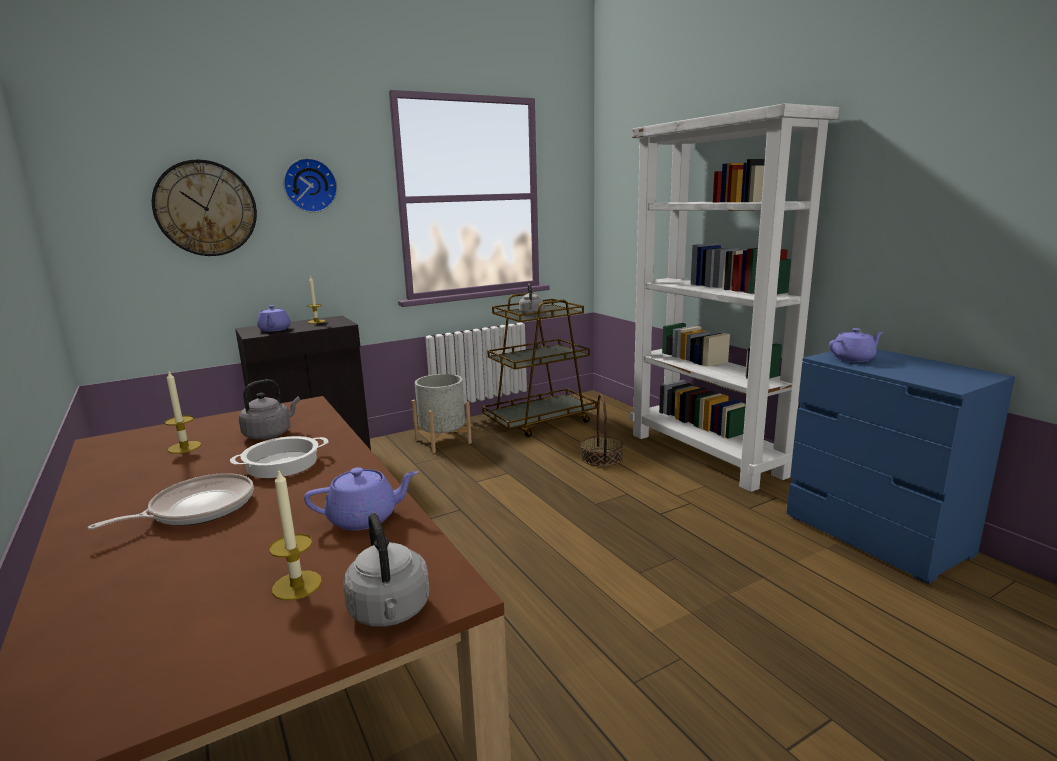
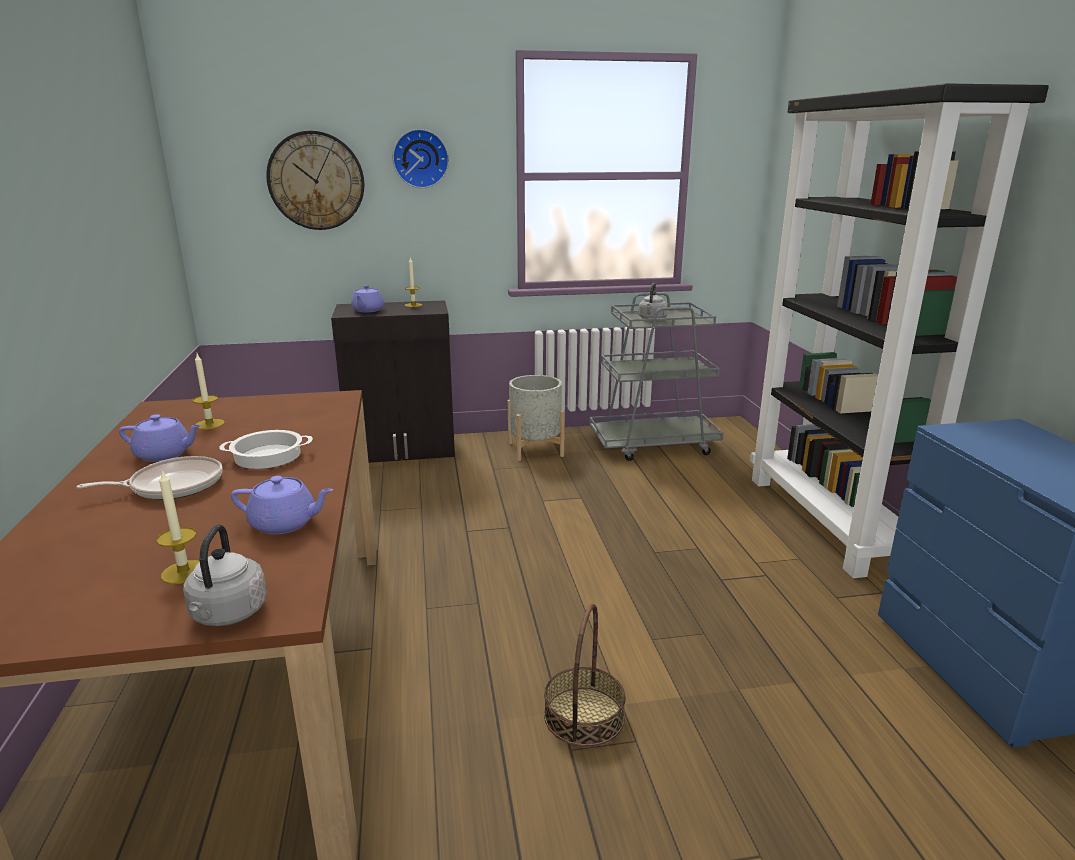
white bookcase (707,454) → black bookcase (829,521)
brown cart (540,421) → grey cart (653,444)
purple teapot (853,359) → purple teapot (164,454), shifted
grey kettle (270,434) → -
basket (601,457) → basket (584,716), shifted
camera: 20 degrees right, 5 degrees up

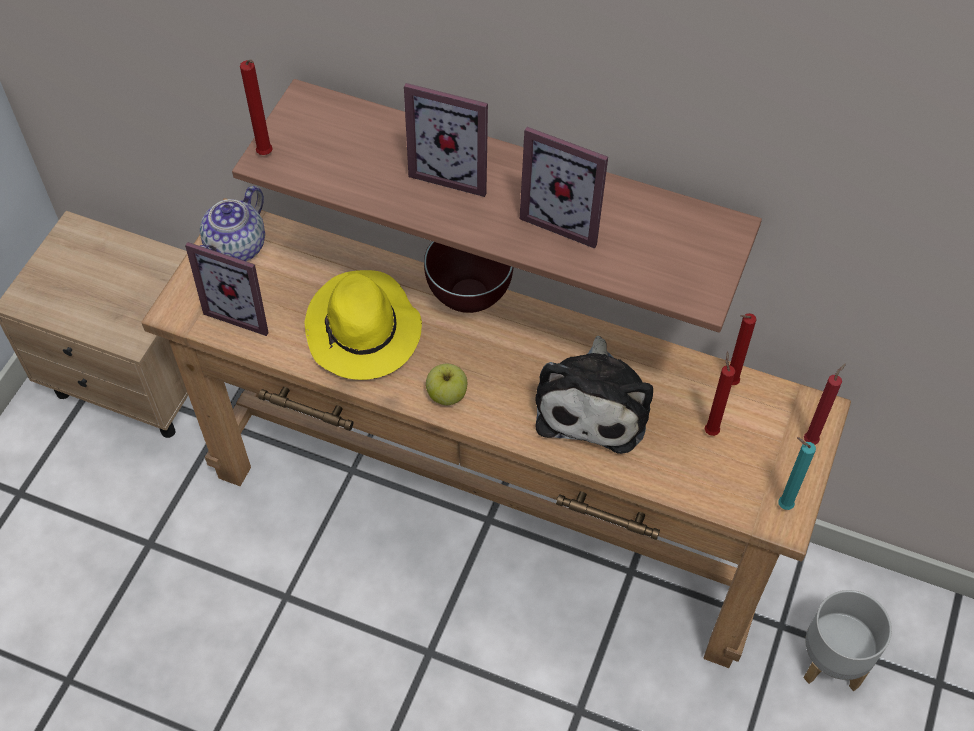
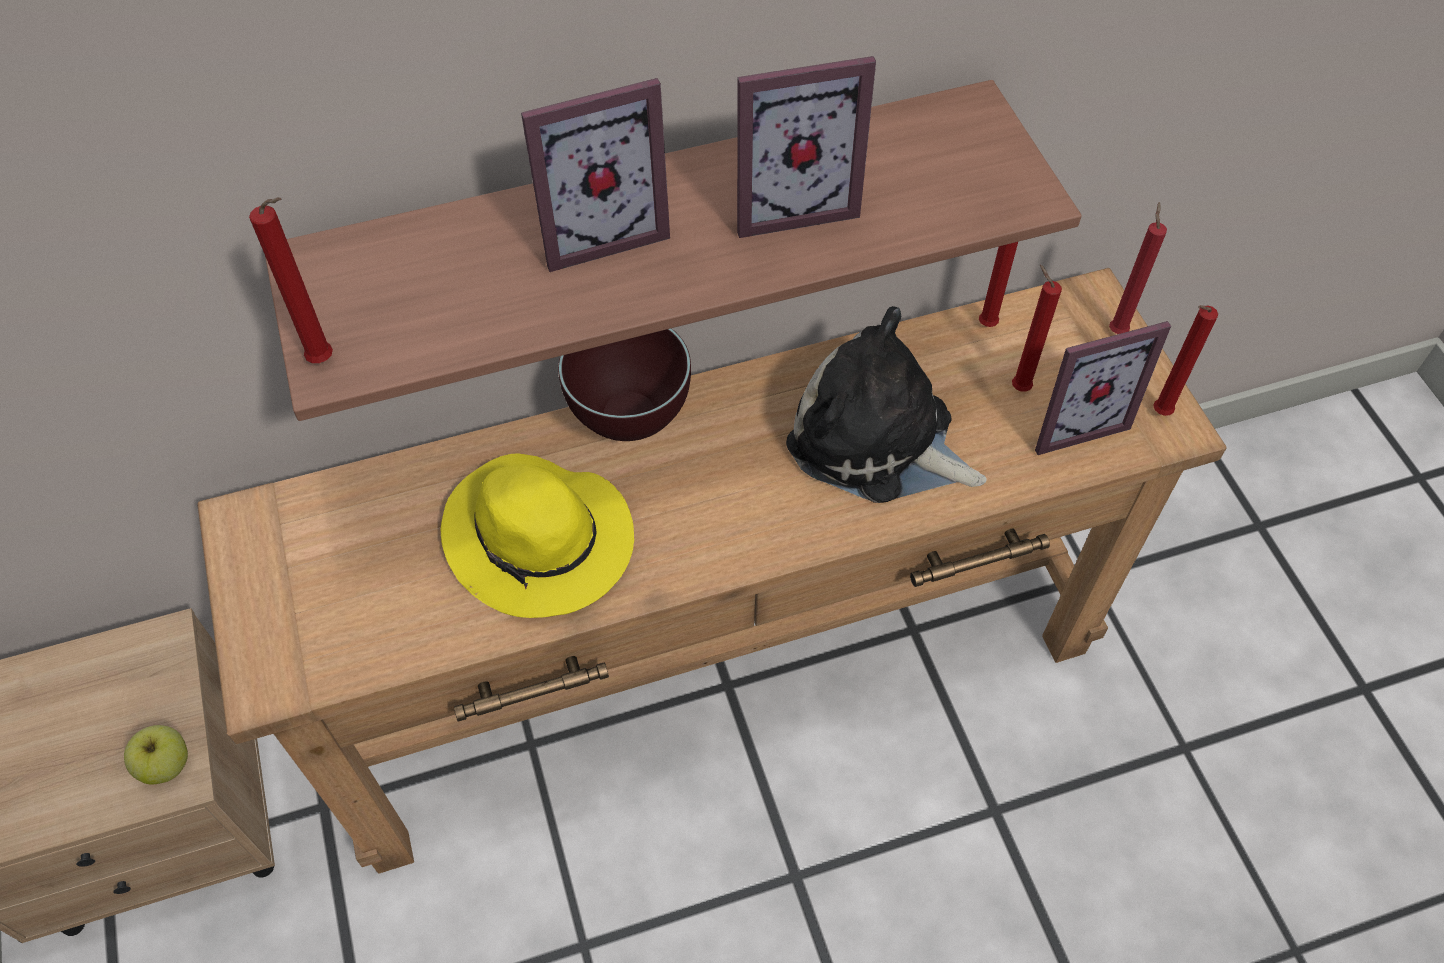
teapot (237,247) → -
picture frame (244,309) → picture frame (1070,419), shifted
plush toy (594,403) → plush toy (878,441), 150 degrees clockwise
apple (447,394) → apple (166,764), shifted
turquoise candle (782,505) → red candle (1158,413)
grey planter (833,661) → -
camera: 40 degrees left, 0 degrees up

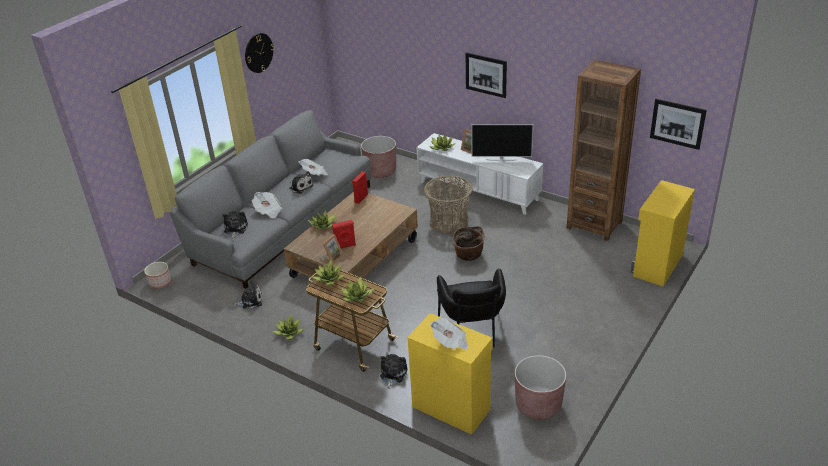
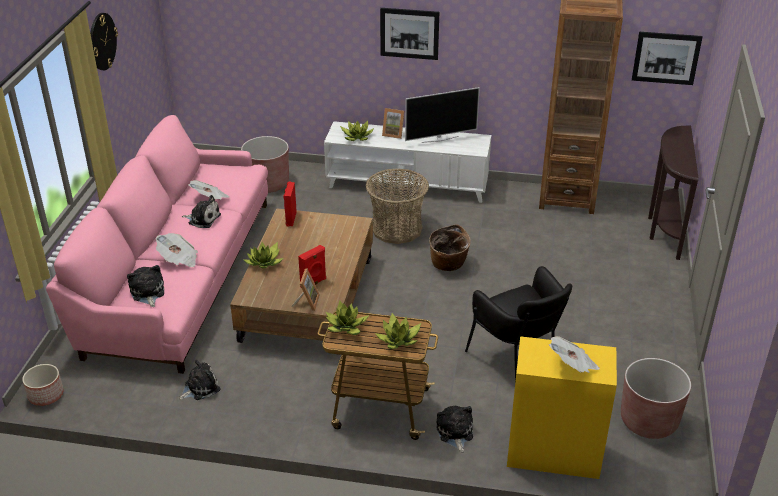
grey sofa (284,222) → pink sofa (179,274)
yellow cabinet (657,265) → brown console table (663,230)
potted plant (289,333) → -
camera: 25 degrees left, 0 degrees up

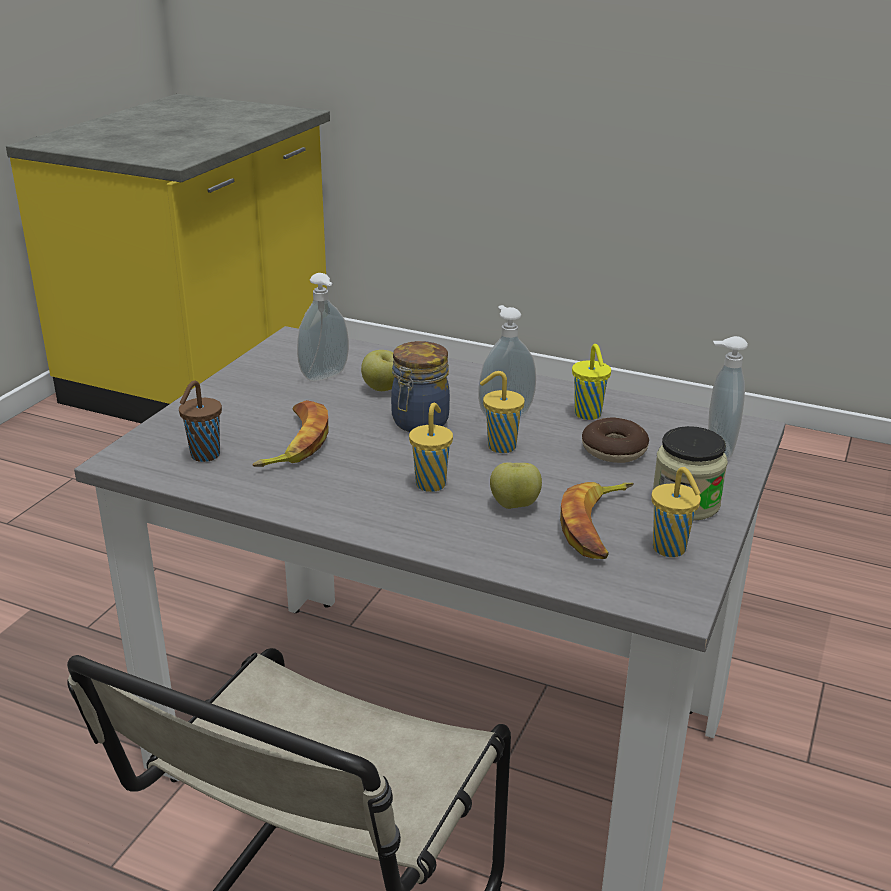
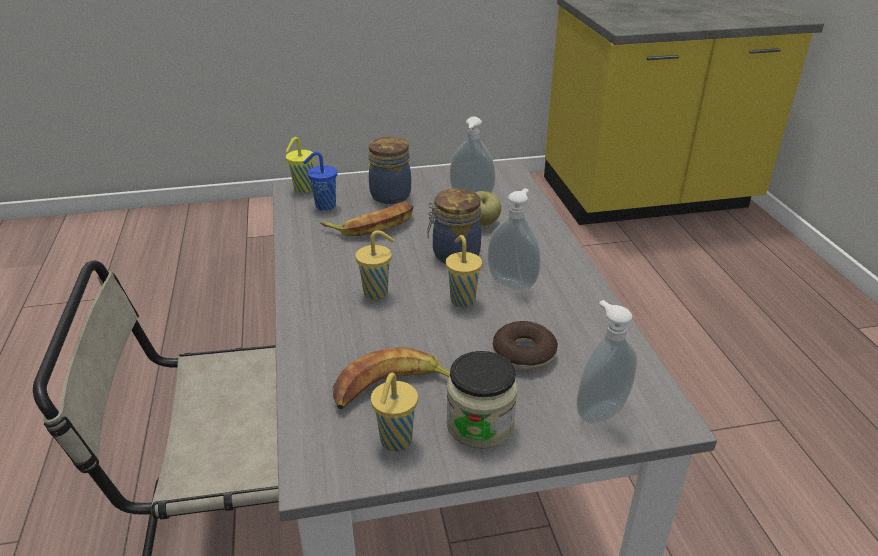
yellow cup (588,415) → yellow cup (303,189), shifted
brown cup (204,456) → blue cup (324,206)
apple (514,505) → -
- → jar (390,195)
camera: 55 degrees right, 5 degrees up

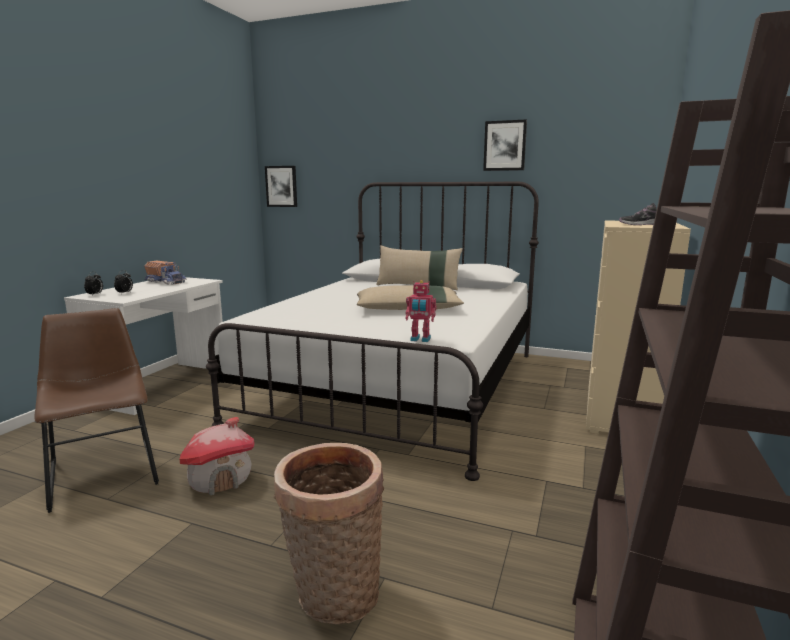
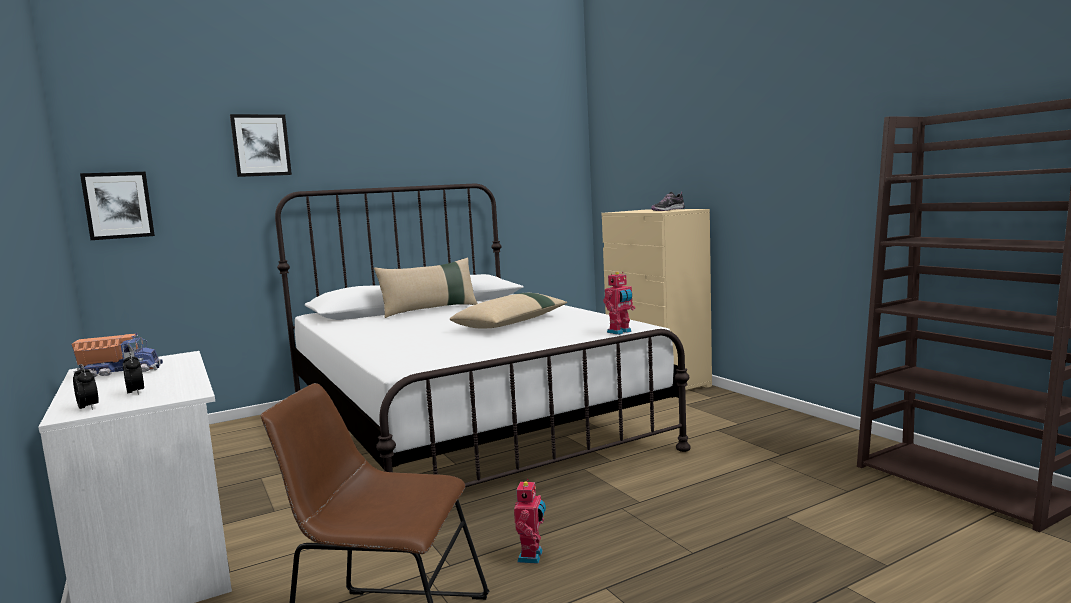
picture (505,145) → picture (261,145), shifted
toy house (220,479) → toy robot (532,556)
basket (333,595) → -
camera: 50 degrees left, 5 degrees down

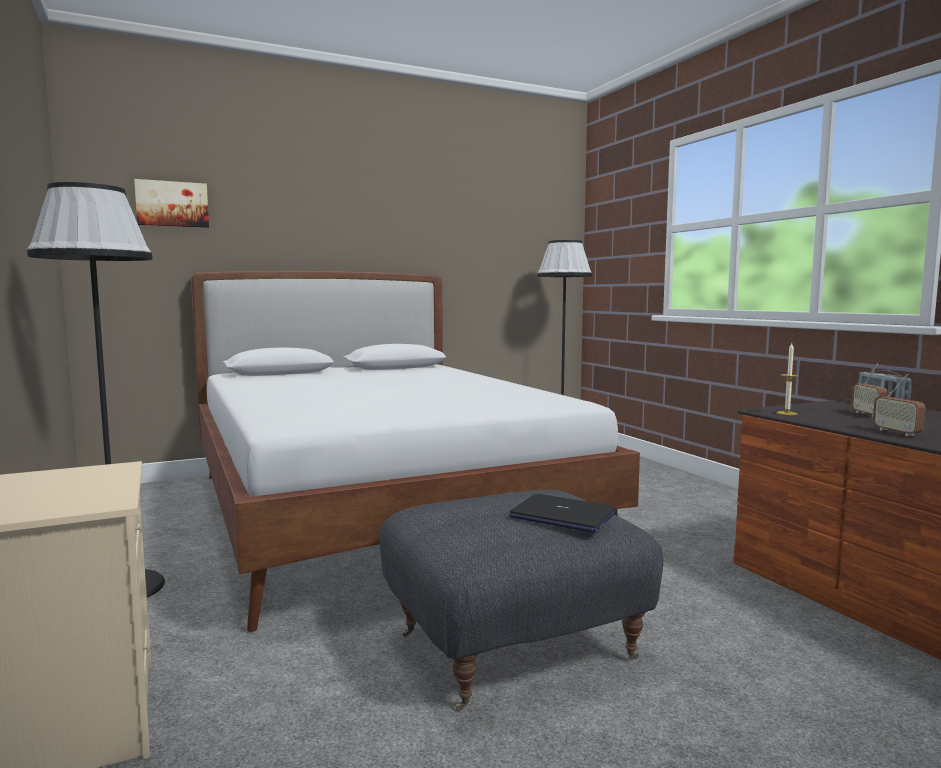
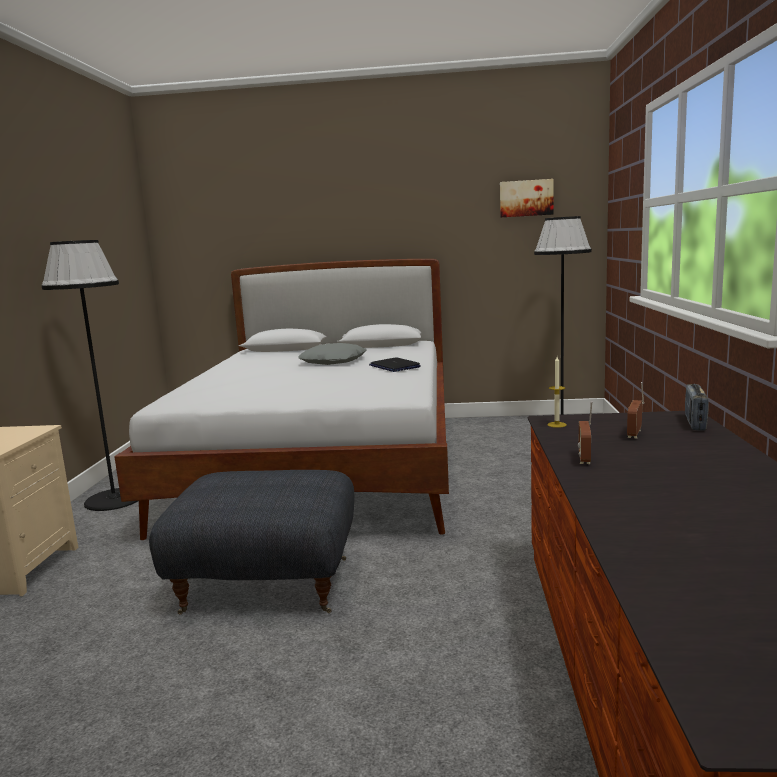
picture (172,204) → picture (526,198), shifted
laptop (561,516) → laptop (394,366), shifted
- → grey pillow (334,362)
camera: 30 degrees right, 5 degrees up

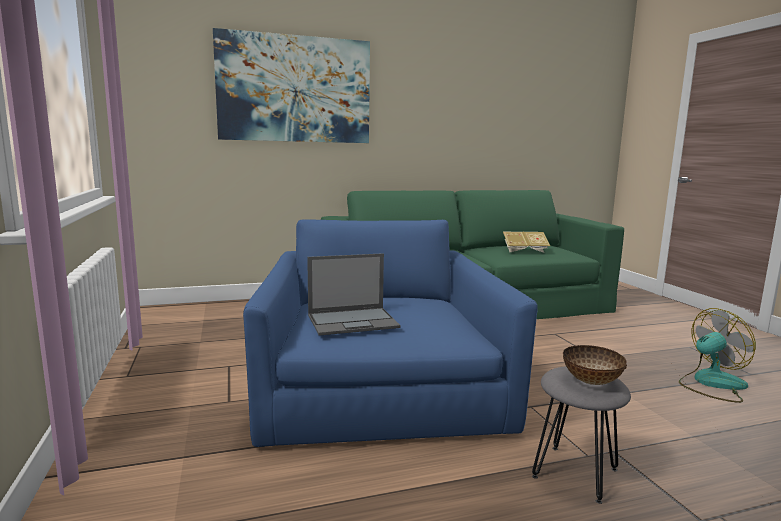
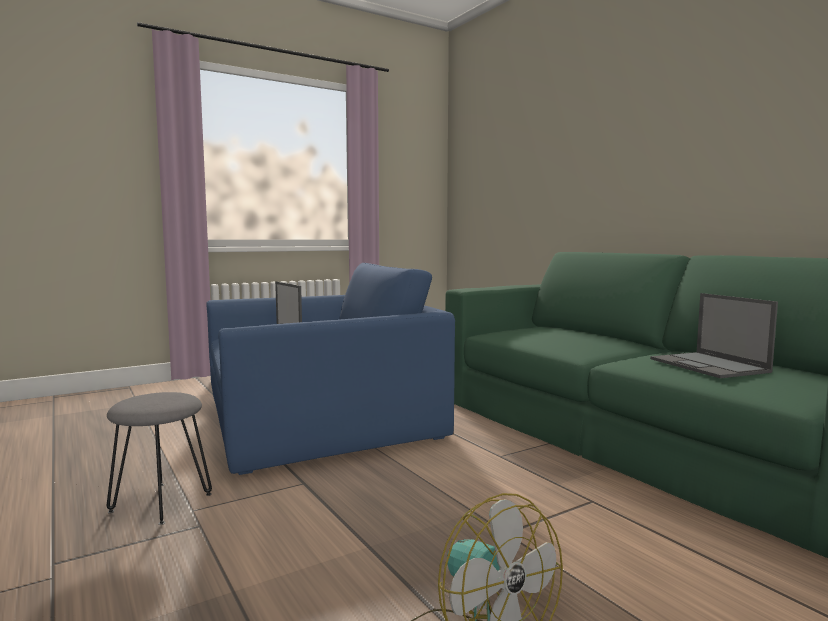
picture (295,89) → -
book (524,251) → laptop (709,366)
bowl (590,382) → -
camera: 75 degrees right, 5 degrees down

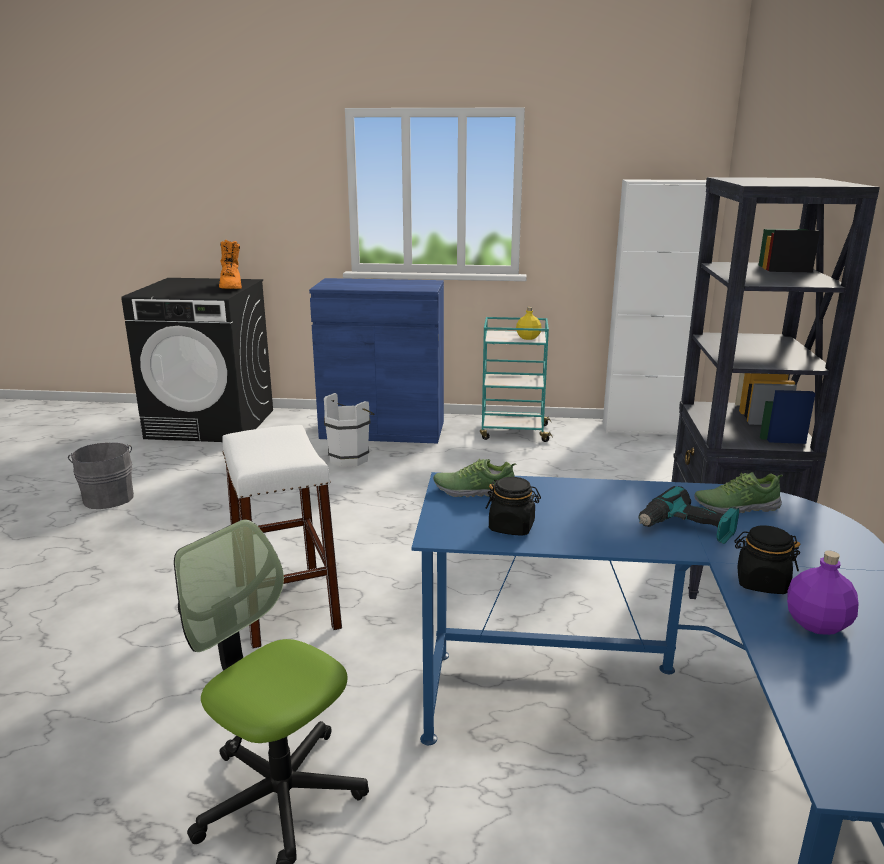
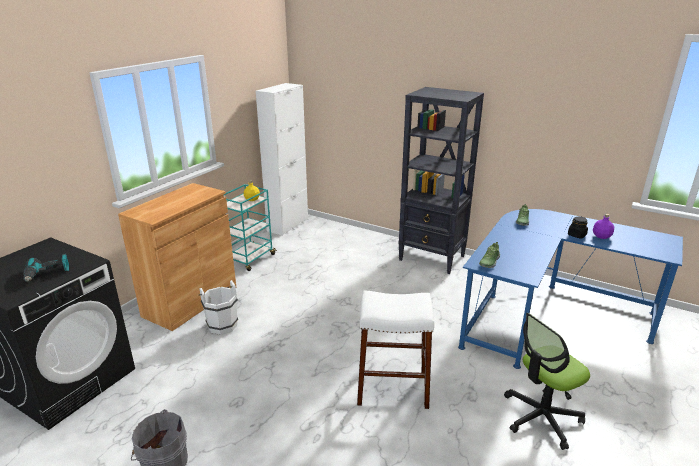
orange boot (231,287) → -
blue cabinet (382,430) → brown cabinet (190,301)
black jar (512,527) → -
power drill (686,529) → power drill (47,273), shifted
camera: 65 degrees left, 5 degrees up

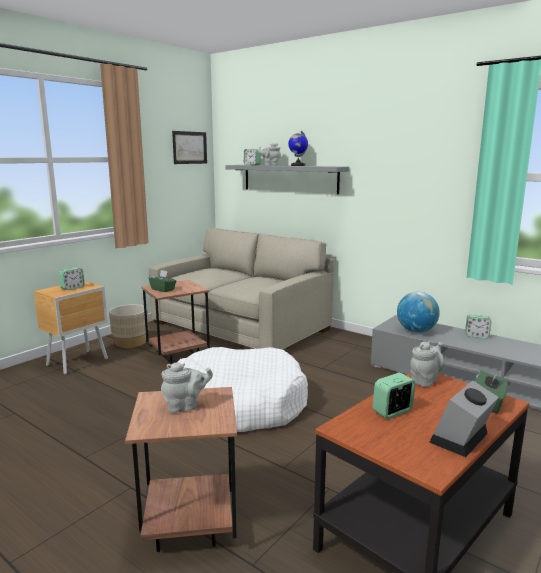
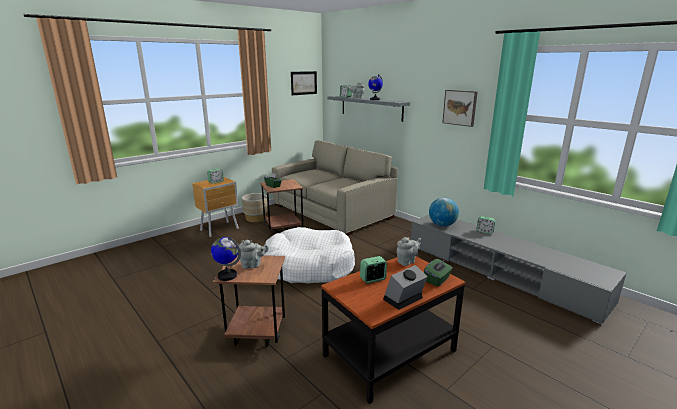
- → picture (460,107)
- → globe (227,276)
camera: 10 degrees right, 5 degrees up

